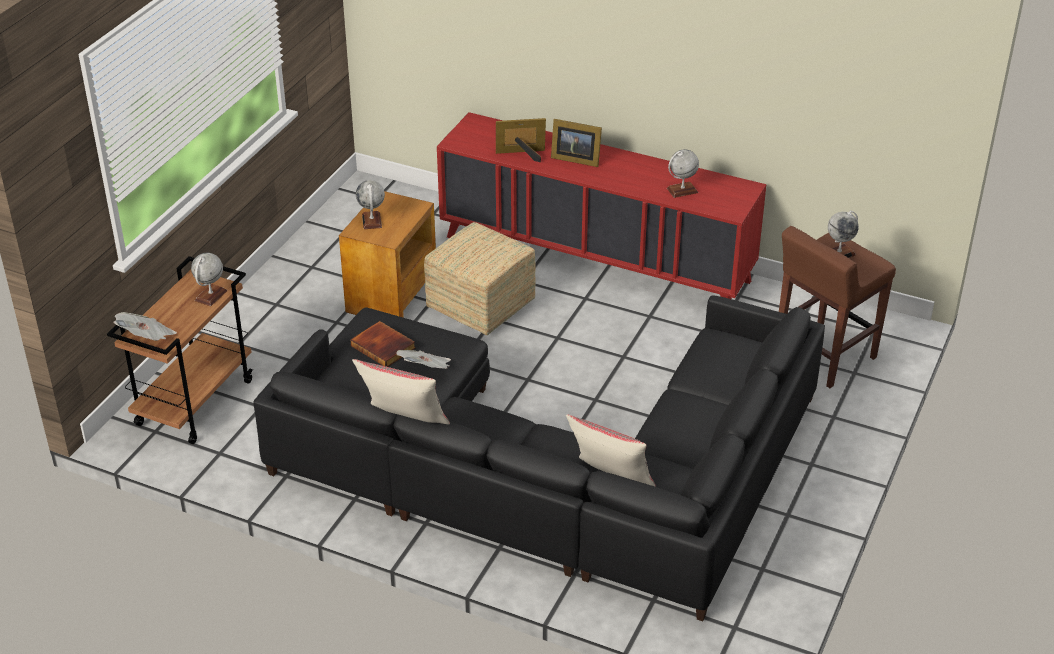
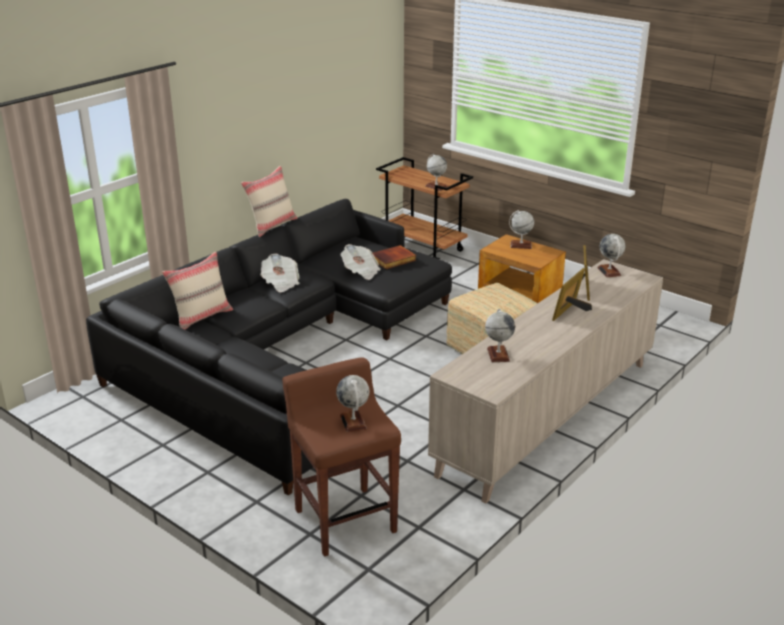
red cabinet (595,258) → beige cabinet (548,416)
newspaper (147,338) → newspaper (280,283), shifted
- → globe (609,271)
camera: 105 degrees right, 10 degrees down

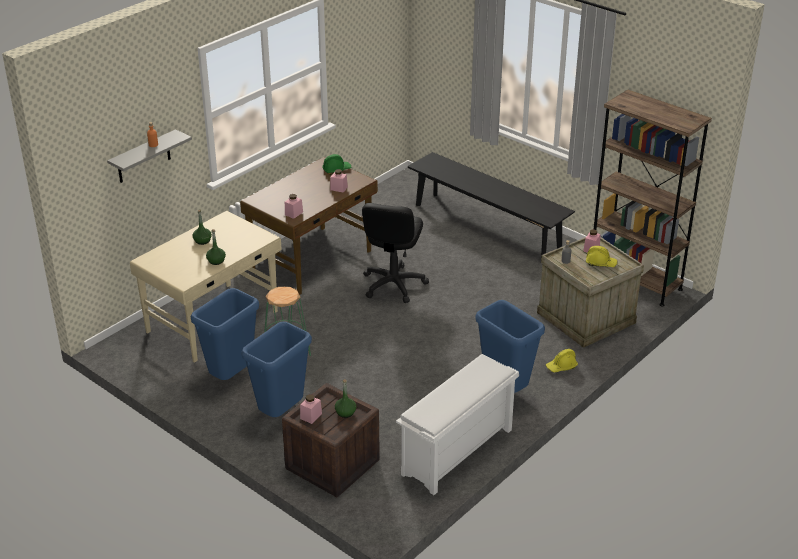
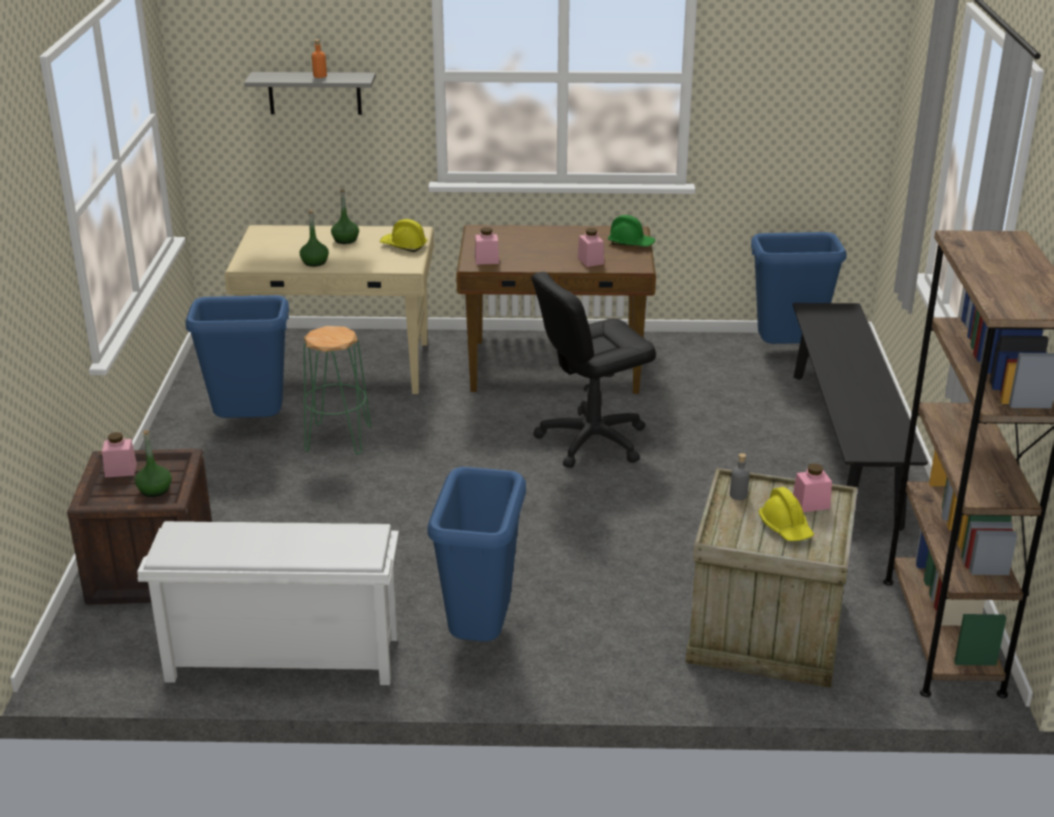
blue trash can (281,413) → blue trash can (788,351), shifted
yellow hard hat (561,367) → yellow hard hat (404,246), shifted
camera: 50 degrees right, 5 degrees down

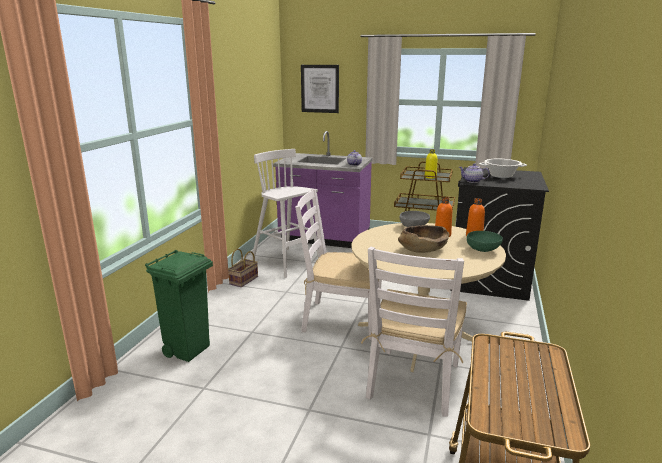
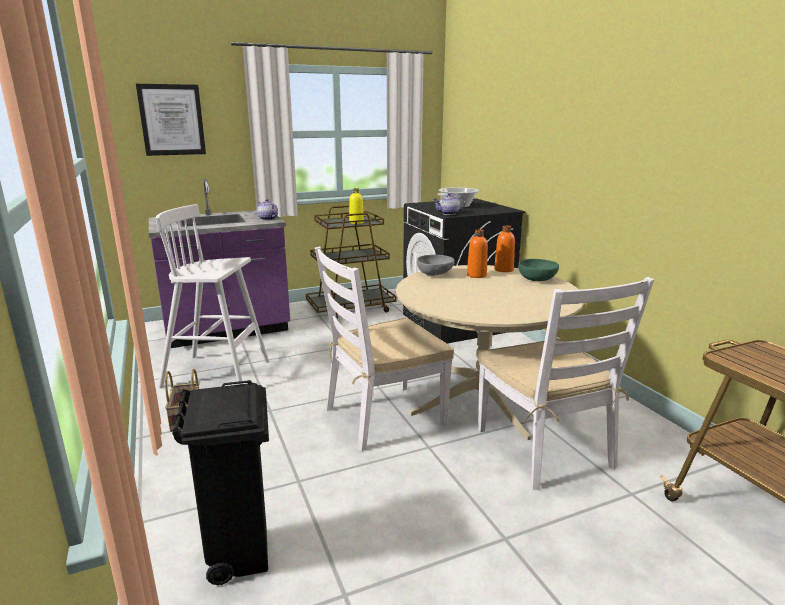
brown bowl (423,249) → -
green trash can (188,350) → black trash can (240,554)
camera: 40 degrees left, 0 degrees up

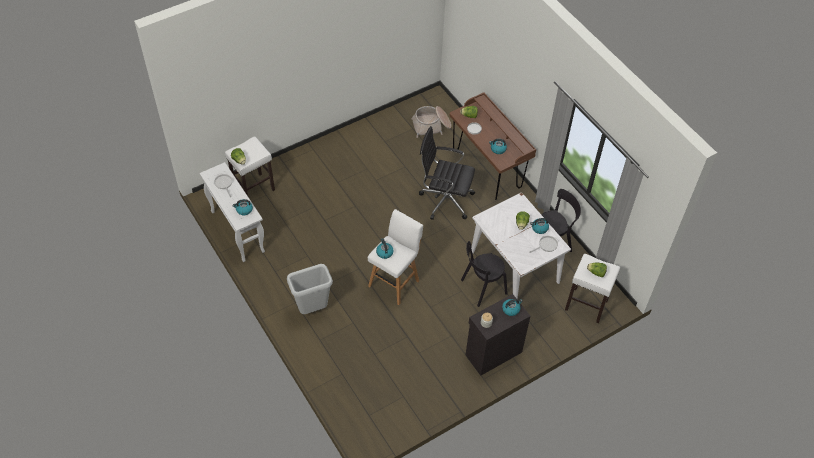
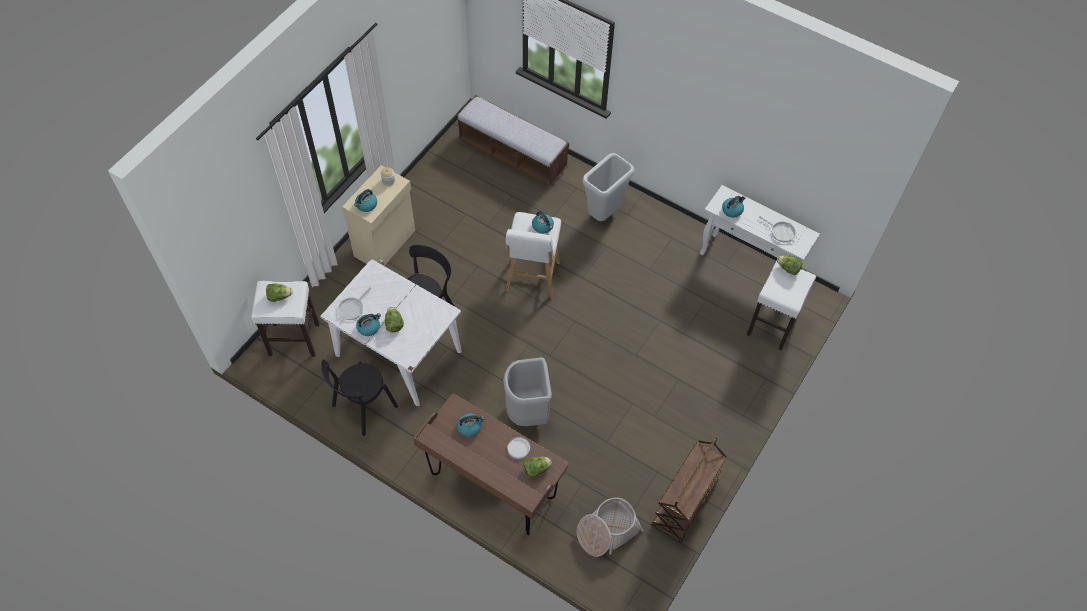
black office chair (444,200) → grey trash can (527,412)
black cabinet (492,353) → beige cabinet (386,243)
- → bench (513,155)
- → brown cart (685,504)
camera: 155 degrees right, 5 degrees up

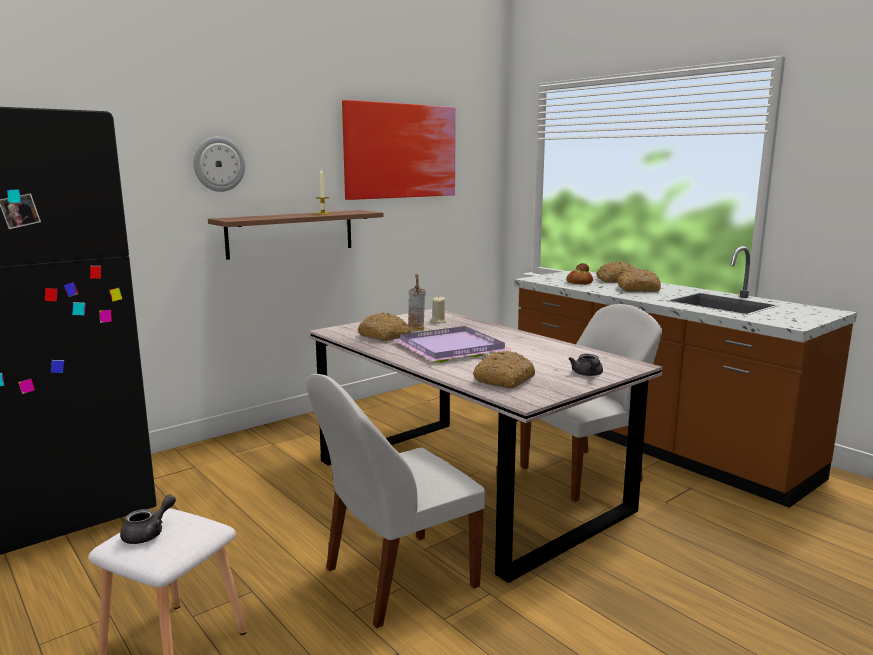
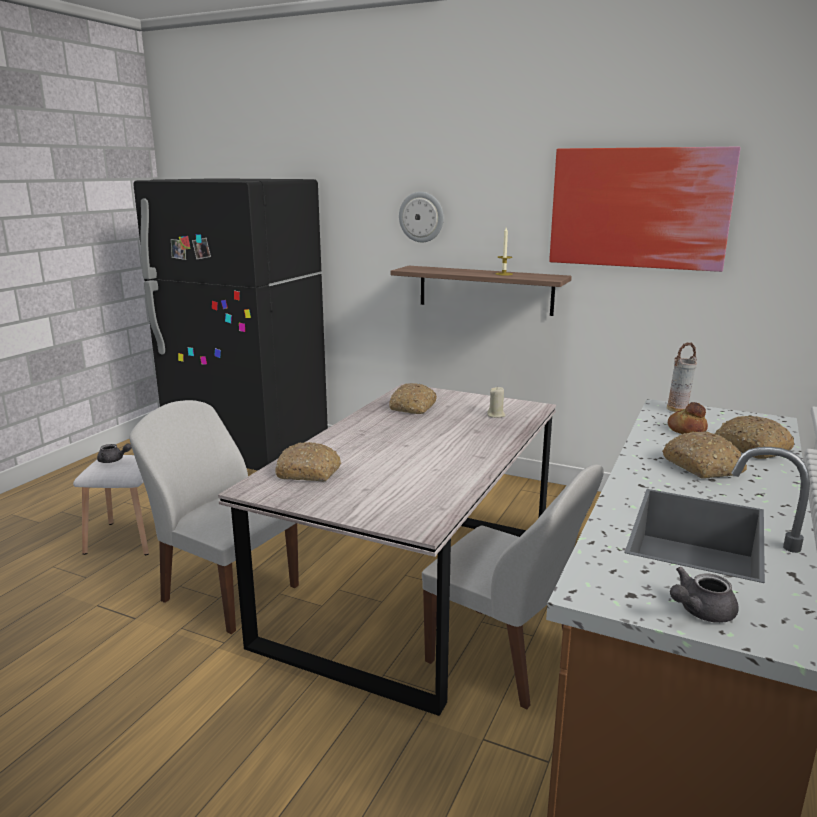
vase (417,329) → vase (678,410), shifted
purple tray (450,349) → -
grey teapot (588,374) → grey teapot (700,612), shifted
camera: 65 degrees right, 5 degrees up

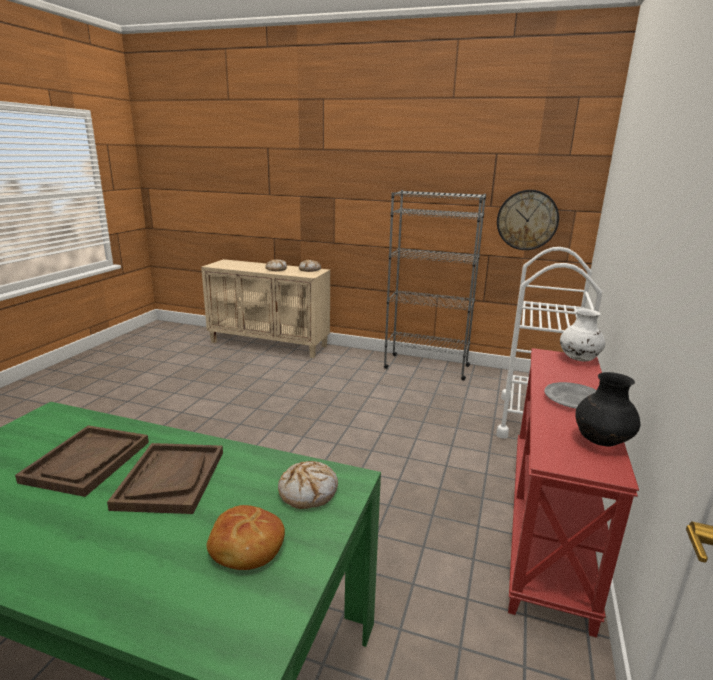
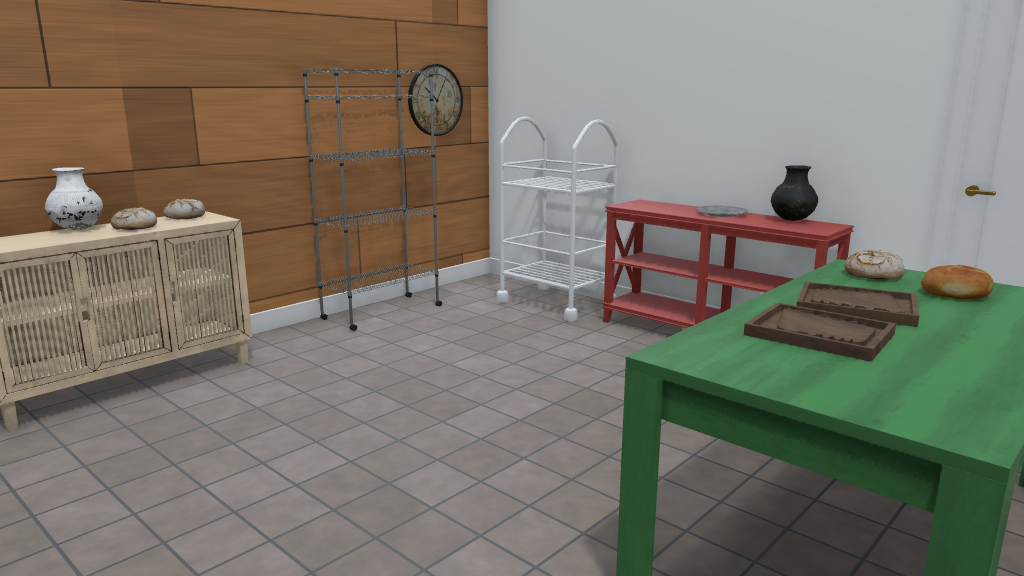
white vase (578,359) → white vase (78,229), shifted
camera: 65 degrees left, 5 degrees down

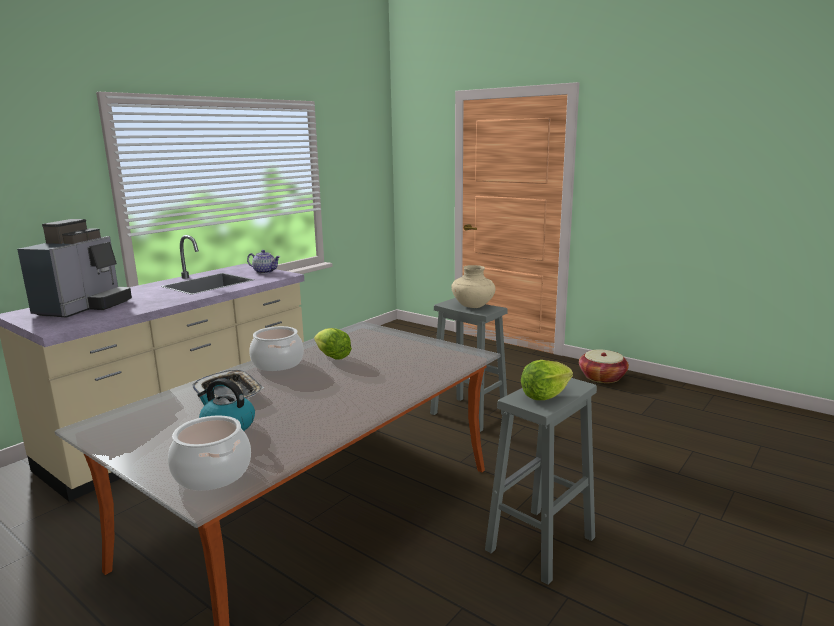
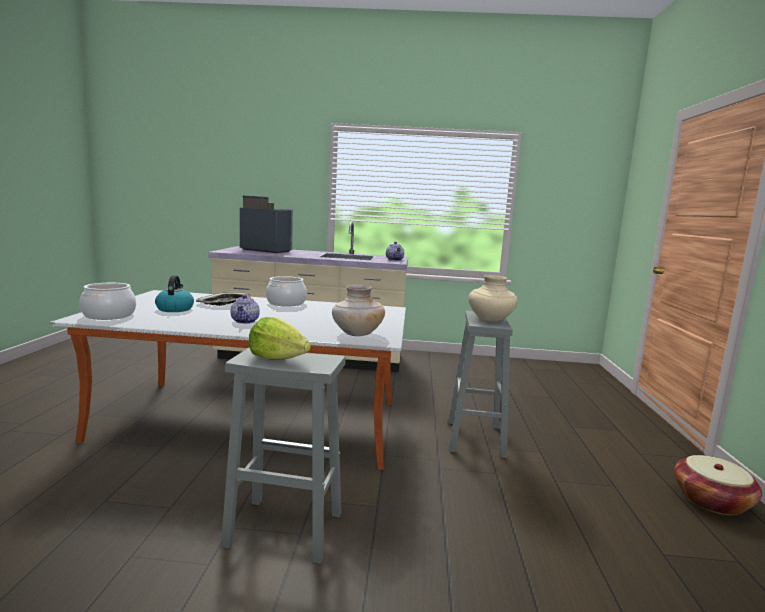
coffee machine (84,307) → coffee machine (266,250), 135 degrees counterclockwise
lettuce (332,356) → -
- → beige vase (357,334)
- → teapot (245,321)
camera: 55 degrees right, 5 degrees down

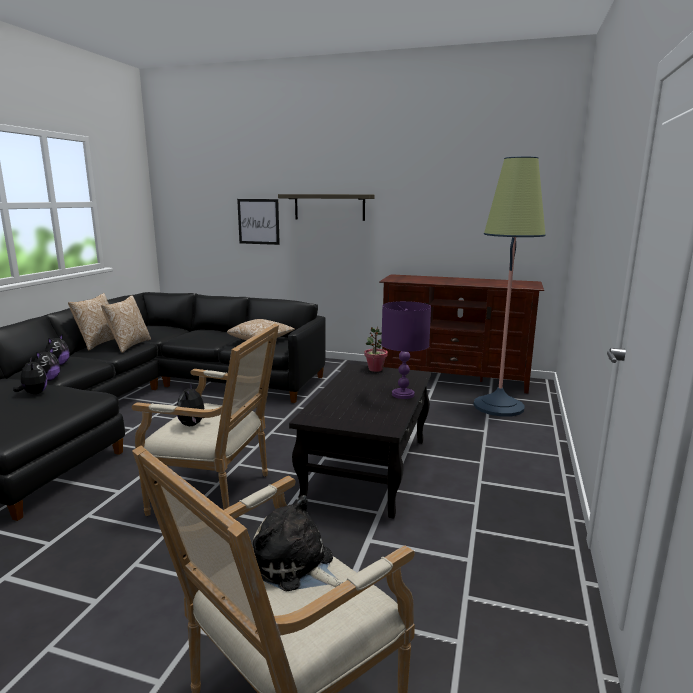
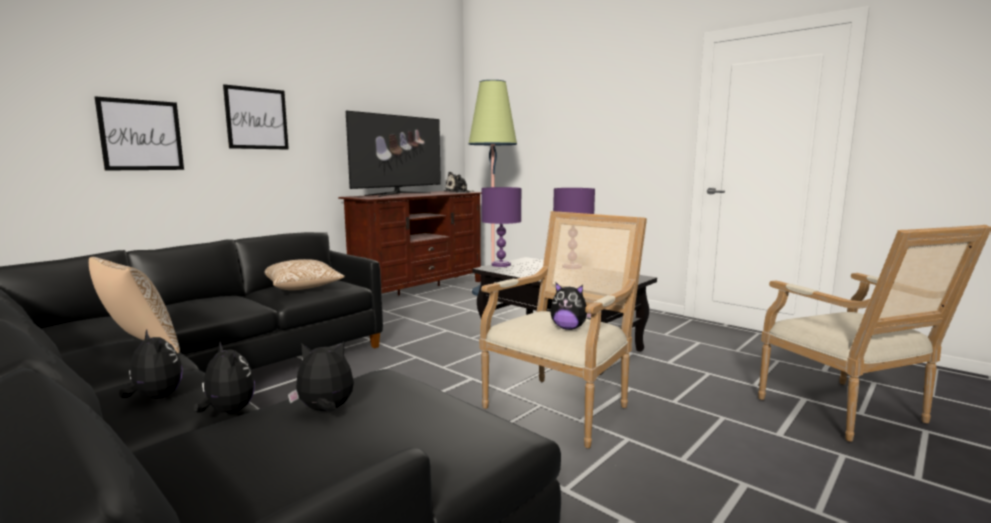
shelf (329,207) → picture (257,118)
pillow (99,343) → -
potted plant (375,369) → purple table lamp (501,265)
plush toy (295,566) → plush toy (458,192), shifted
- → television (398,194)
camera: 65 degrees left, 5 degrees down

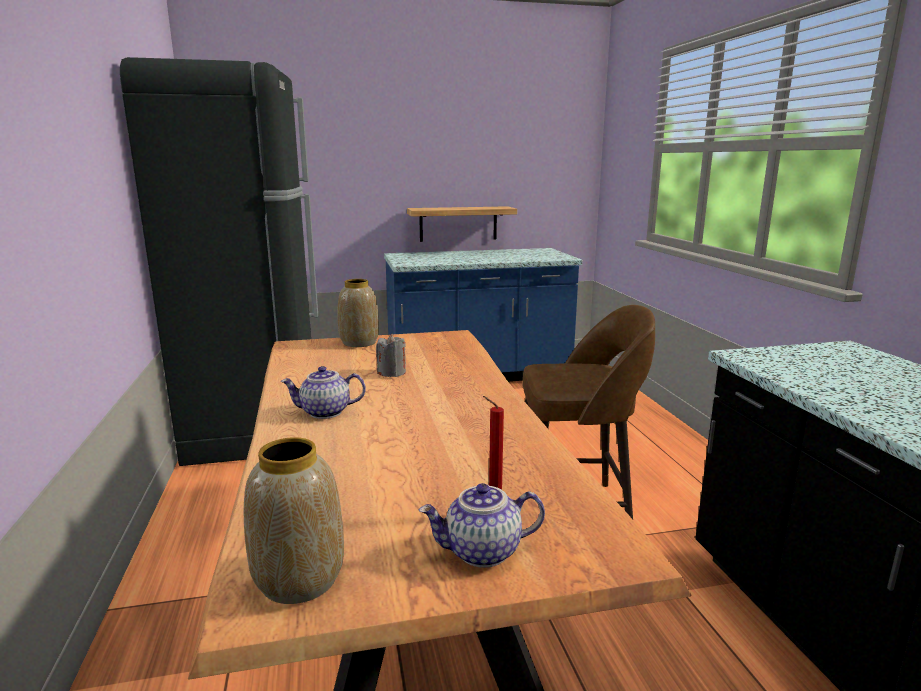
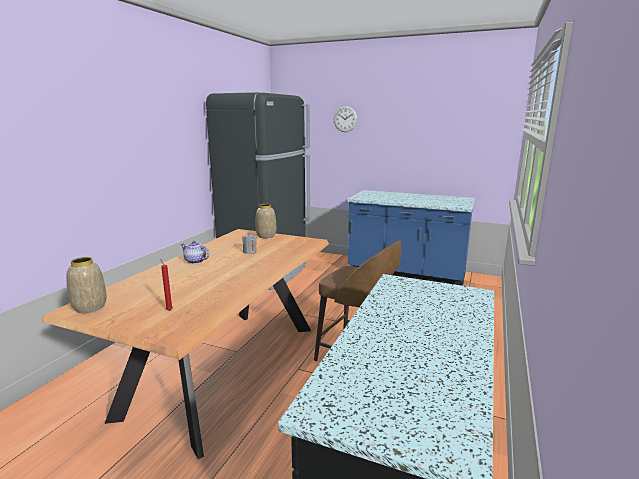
shelf (458,223) → -
teapot (482,553) → -
- → wall clock (345,119)
camera: 35 degrees right, 0 degrees up

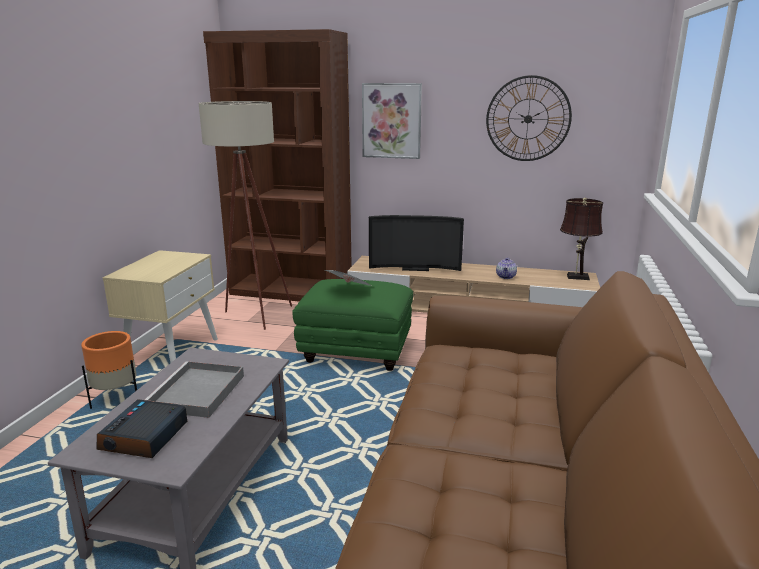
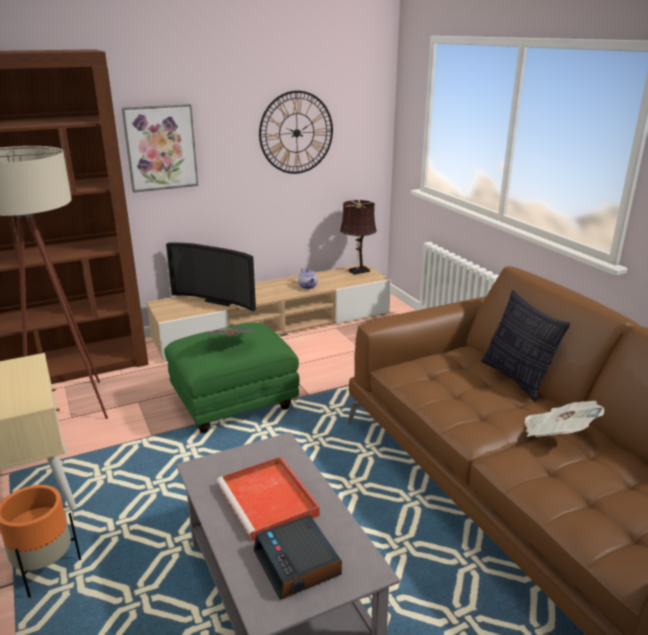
television (415,268) → television (220,300), 60 degrees clockwise
grey tray (197,393) → red tray (269,501)
- → pillow (516,379)
- → newspaper (557,434)
camera: 40 degrees left, 5 degrees up

